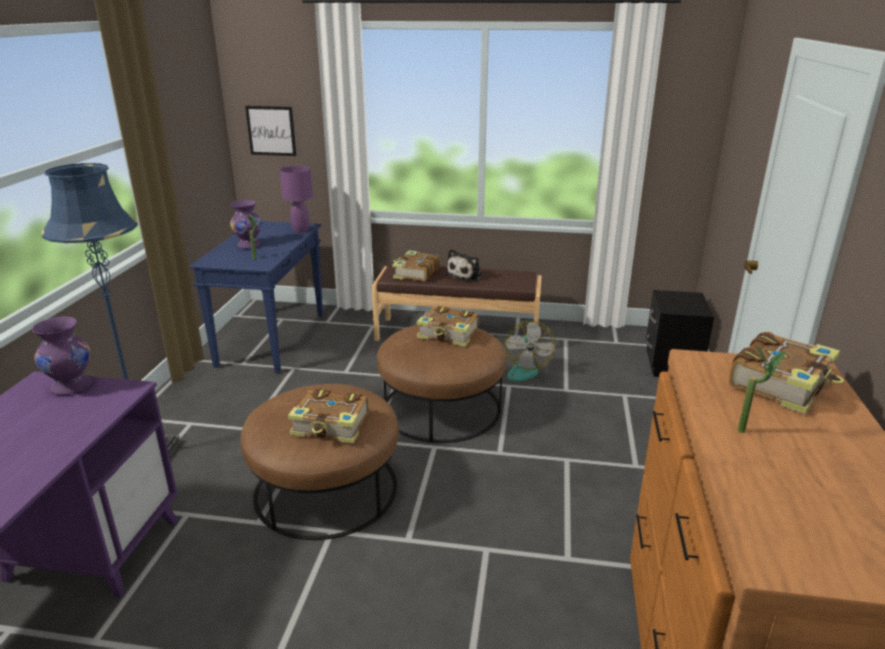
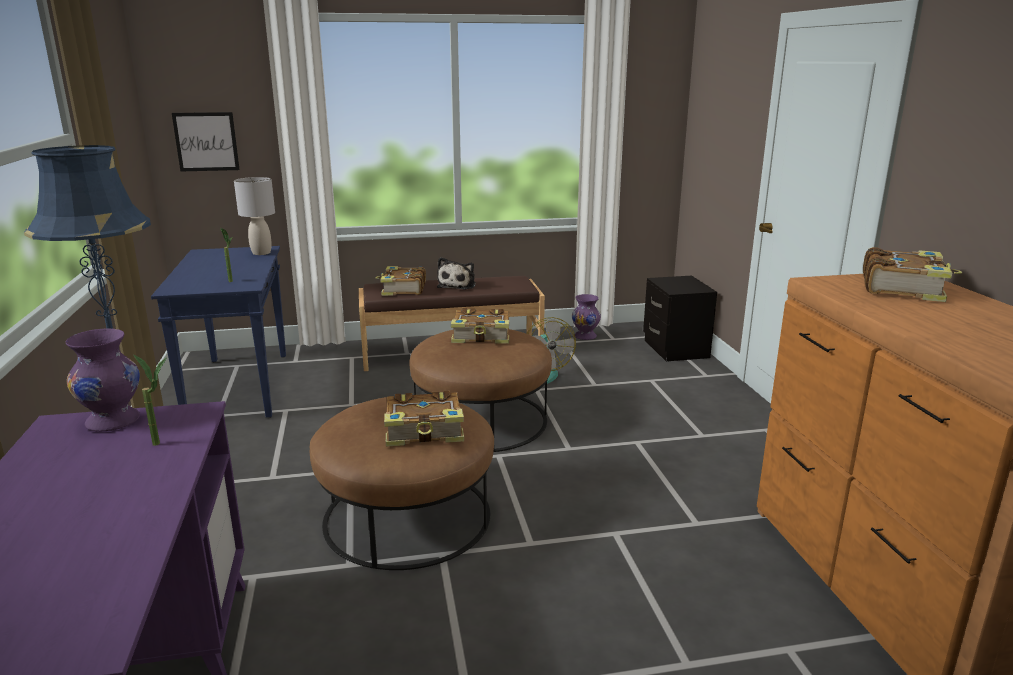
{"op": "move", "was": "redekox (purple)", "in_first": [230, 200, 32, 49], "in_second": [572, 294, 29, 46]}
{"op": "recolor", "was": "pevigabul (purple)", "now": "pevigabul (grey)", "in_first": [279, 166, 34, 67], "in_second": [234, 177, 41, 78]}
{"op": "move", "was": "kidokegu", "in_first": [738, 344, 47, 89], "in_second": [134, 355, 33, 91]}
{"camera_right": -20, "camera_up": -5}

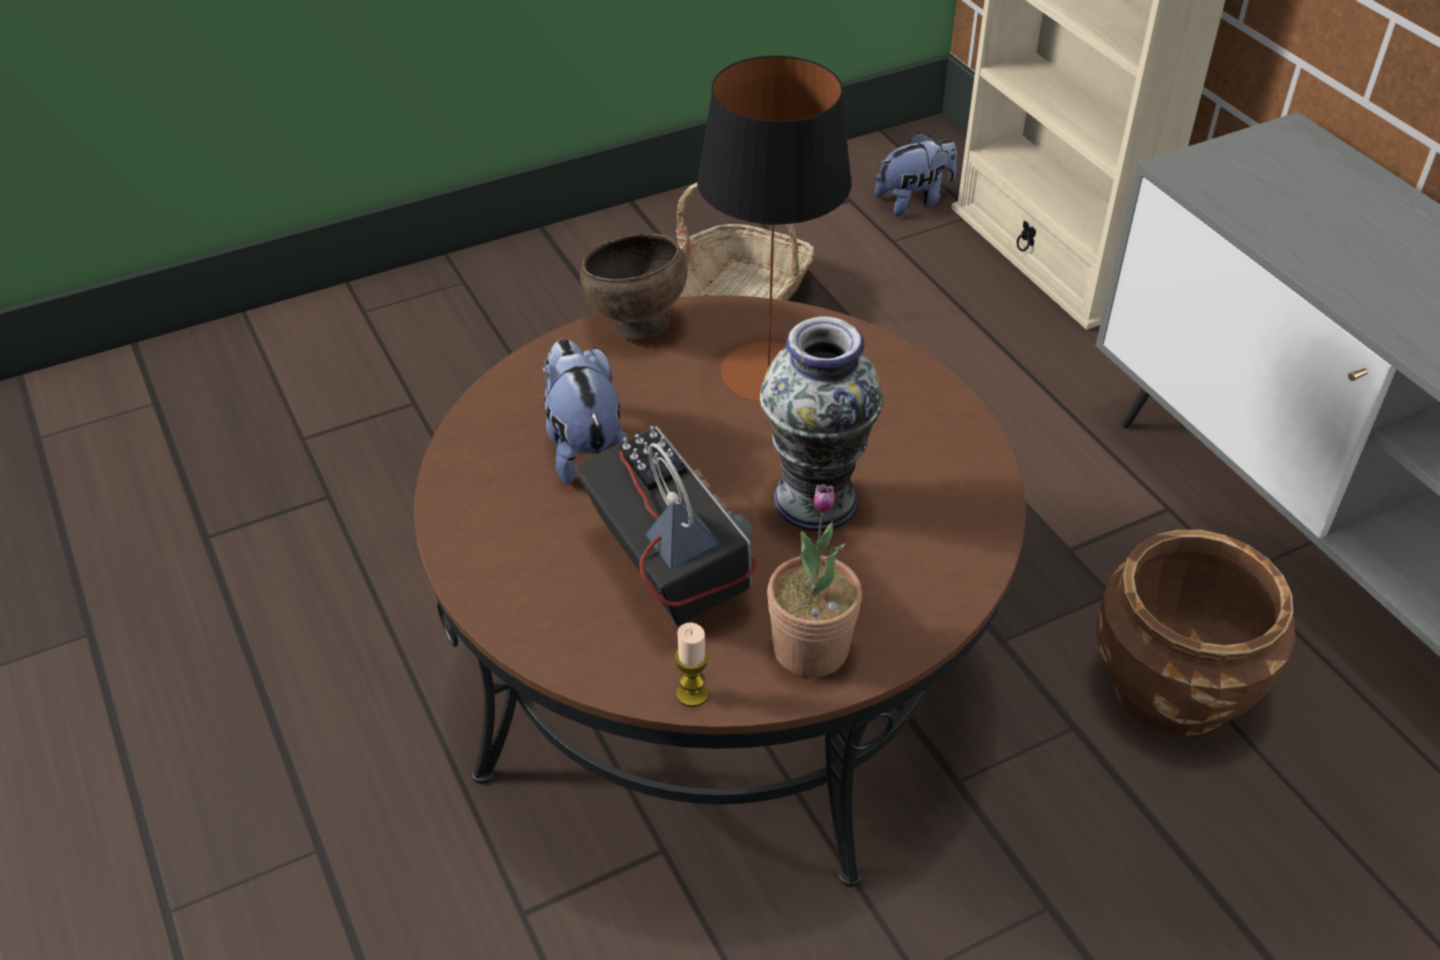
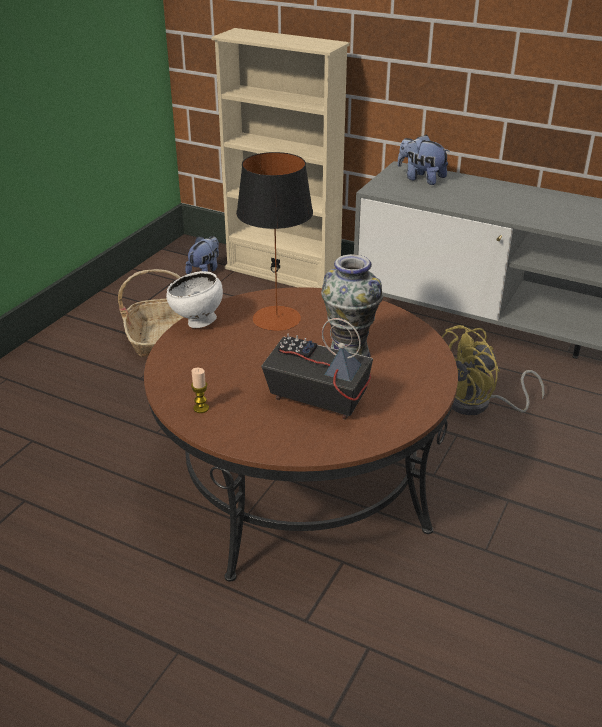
{"op": "move", "was": "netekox", "in_first": [543, 339, 85, 146], "in_second": [397, 135, 53, 50]}
{"op": "recolor", "was": "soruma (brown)", "now": "soruma (white)", "in_first": [580, 233, 108, 106], "in_second": [166, 271, 57, 57]}
{"op": "move", "was": "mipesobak", "in_first": [675, 623, 34, 84], "in_second": [191, 368, 18, 45]}
{"op": "delete", "was": "kidokegu", "in_first": [767, 484, 95, 193]}
{"op": "replace", "was": "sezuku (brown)", "now": "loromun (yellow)", "in_first": [1096, 530, 199, 206], "in_second": [442, 325, 102, 90]}
{"camera_right": -35, "camera_up": -10}

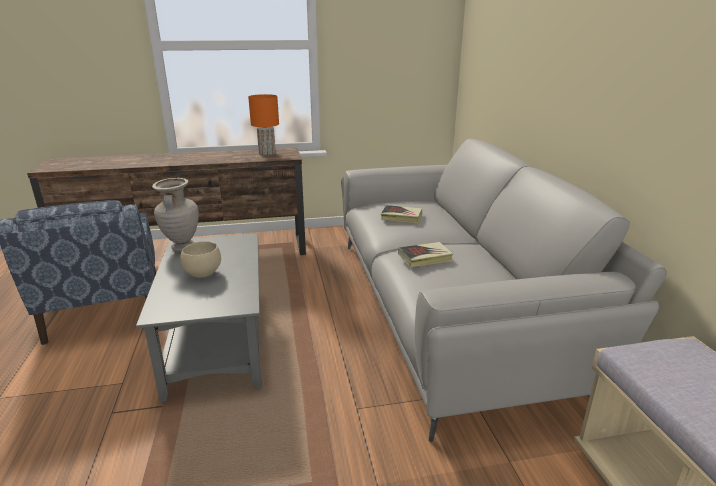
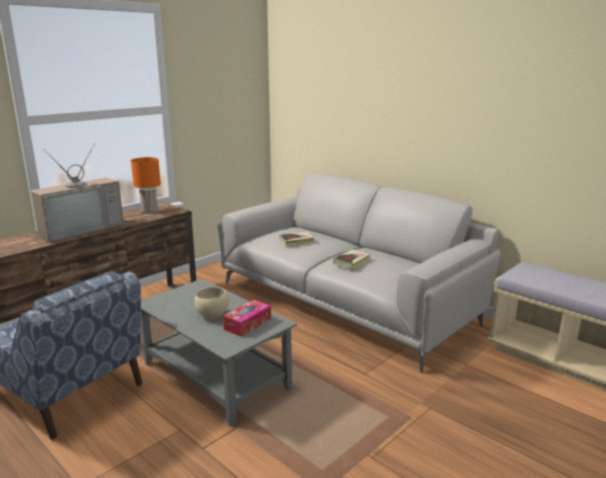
{"op": "delete", "was": "redekox (beige)", "in_first": [152, 178, 47, 74]}
{"op": "insert", "now": "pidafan", "in_second": [31, 143, 93, 99]}
{"op": "insert", "now": "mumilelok", "in_second": [223, 300, 48, 37]}
{"camera_right": -35, "camera_up": -5}

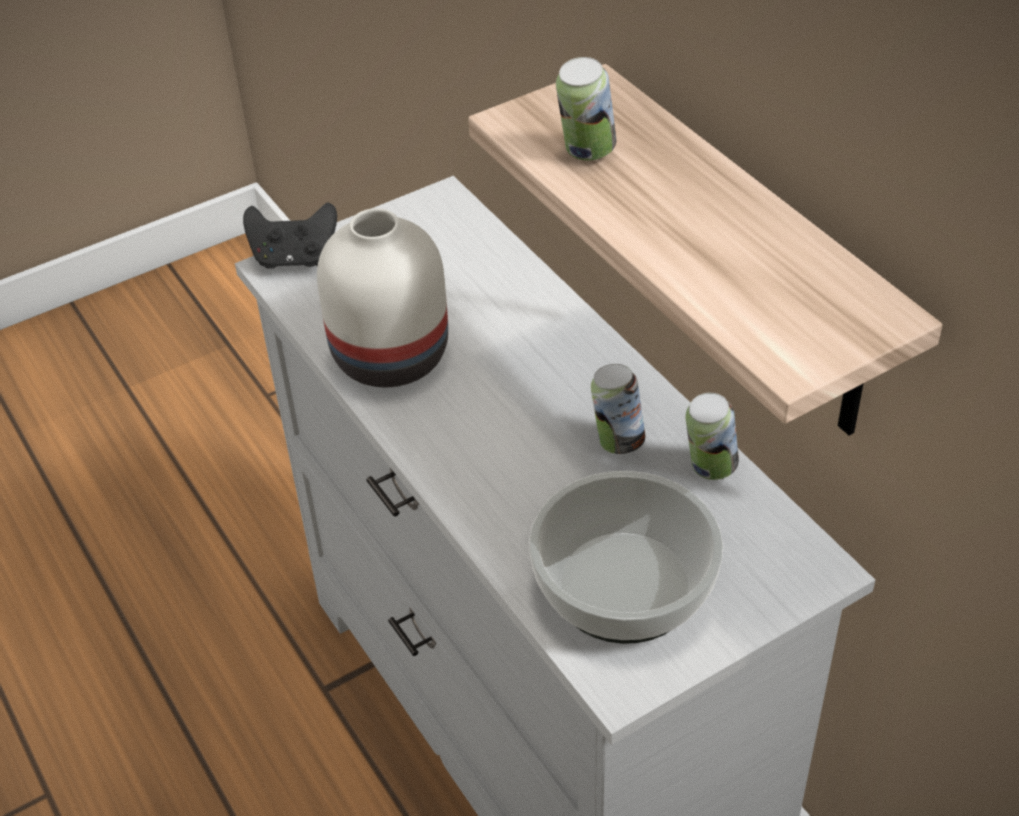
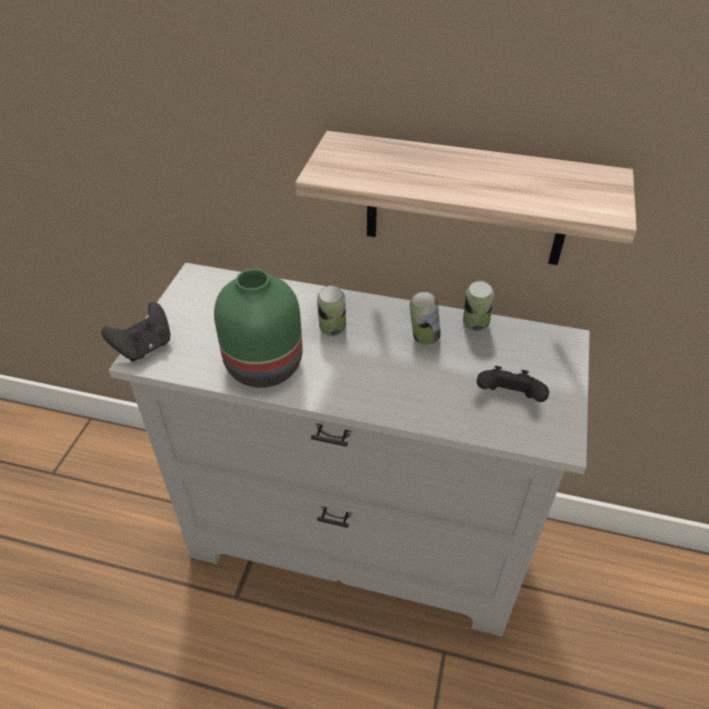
{"op": "recolor", "was": "redekox (white)", "now": "redekox (green)", "in_first": [317, 208, 131, 179], "in_second": [214, 269, 88, 119]}
{"op": "replace", "was": "soruma", "now": "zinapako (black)", "in_first": [529, 471, 194, 173], "in_second": [477, 366, 72, 36]}
{"op": "move", "was": "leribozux", "in_first": [556, 57, 60, 104], "in_second": [317, 285, 29, 51]}
{"camera_right": -45, "camera_up": 0}

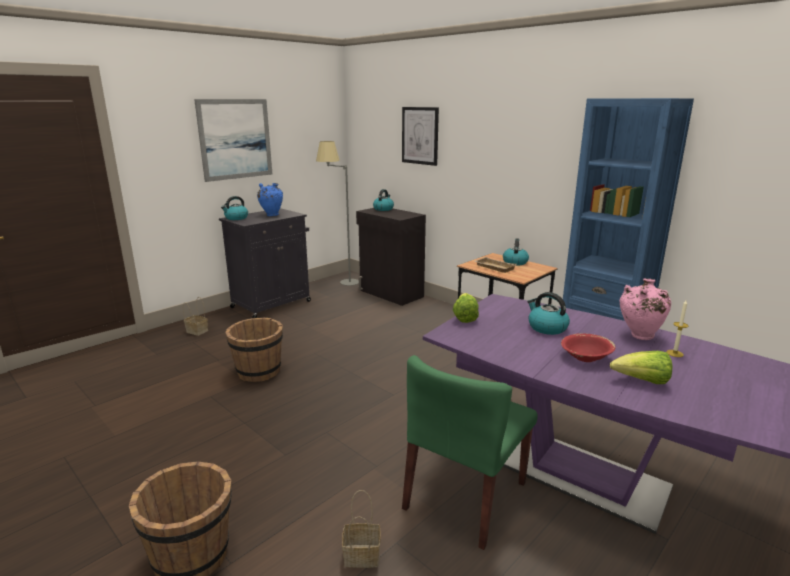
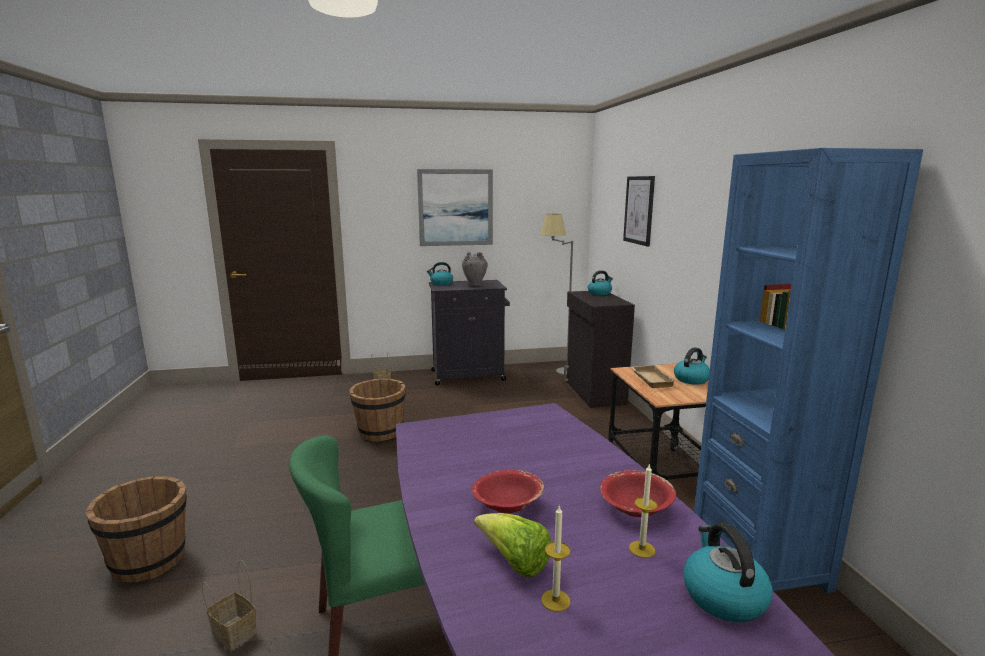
{"op": "recolor", "was": "redekox (blue)", "now": "redekox (grey)", "in_first": [257, 183, 26, 33], "in_second": [462, 252, 26, 33]}
{"op": "delete", "was": "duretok", "in_first": [453, 293, 26, 30]}
{"op": "move", "was": "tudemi", "in_first": [527, 292, 43, 43], "in_second": [683, 523, 90, 99]}
{"op": "replace", "was": "redekox (pink)", "now": "soruma (red)", "in_first": [620, 278, 52, 62], "in_second": [600, 470, 76, 47]}
{"op": "insert", "now": "mipesobak", "in_second": [541, 506, 29, 106]}
{"camera_right": 35, "camera_up": -5}

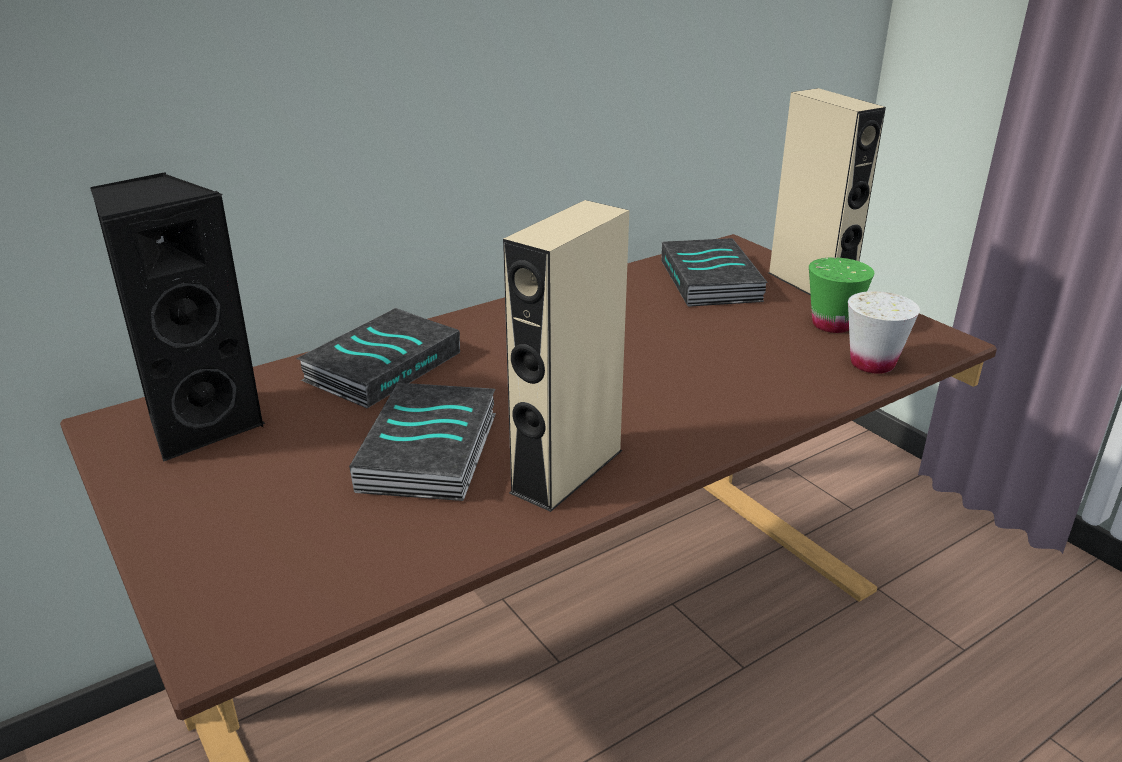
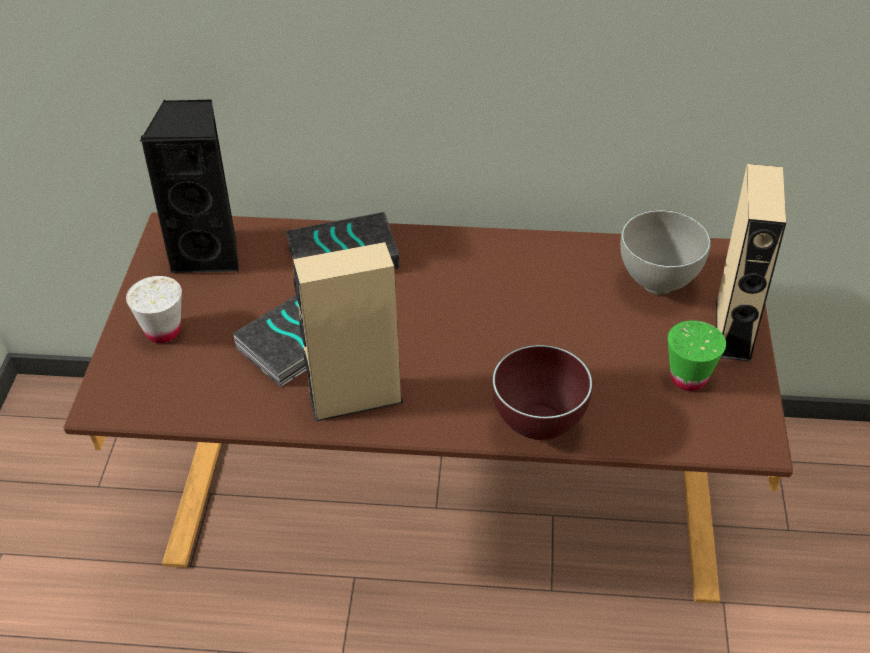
{"op": "replace", "was": "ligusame", "now": "soruma (grey)", "in_first": [661, 238, 106, 69], "in_second": [620, 210, 91, 85]}
{"op": "move", "was": "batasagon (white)", "in_first": [848, 291, 72, 83], "in_second": [126, 276, 56, 67]}
{"op": "insert", "now": "soruma (brown)", "in_second": [492, 345, 101, 95]}
{"camera_right": 40, "camera_up": 15}

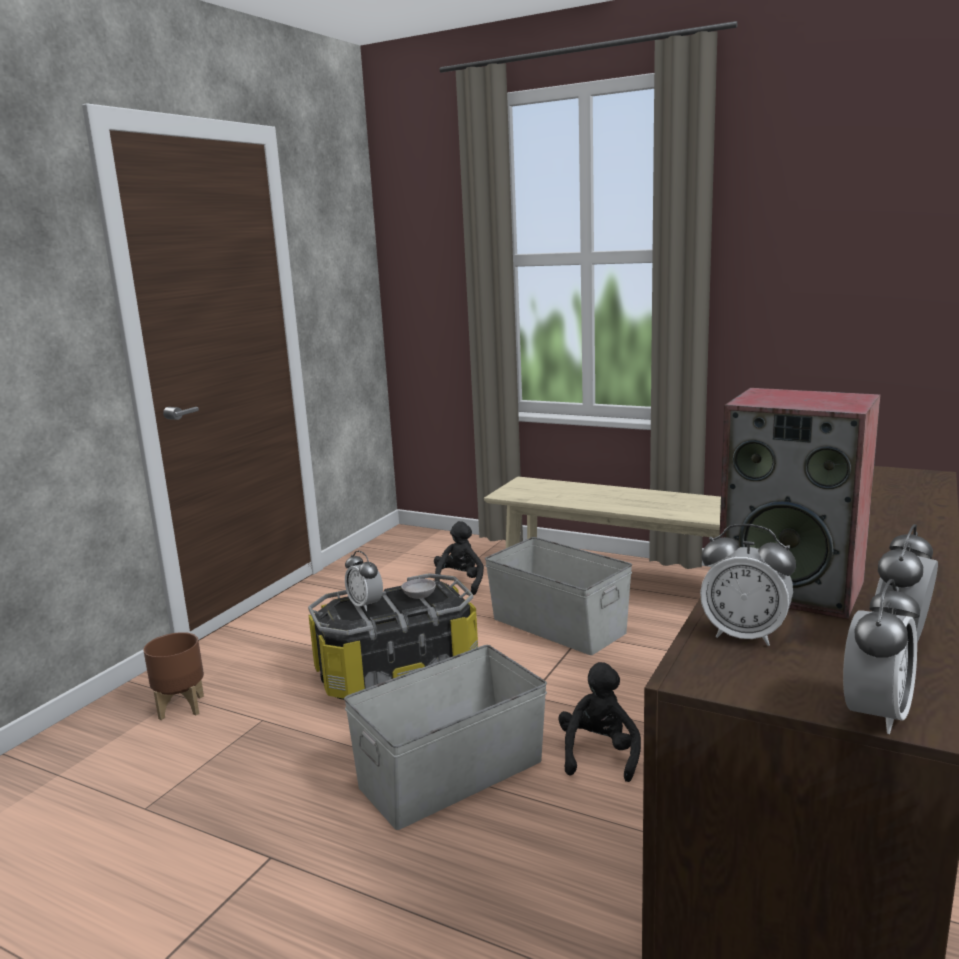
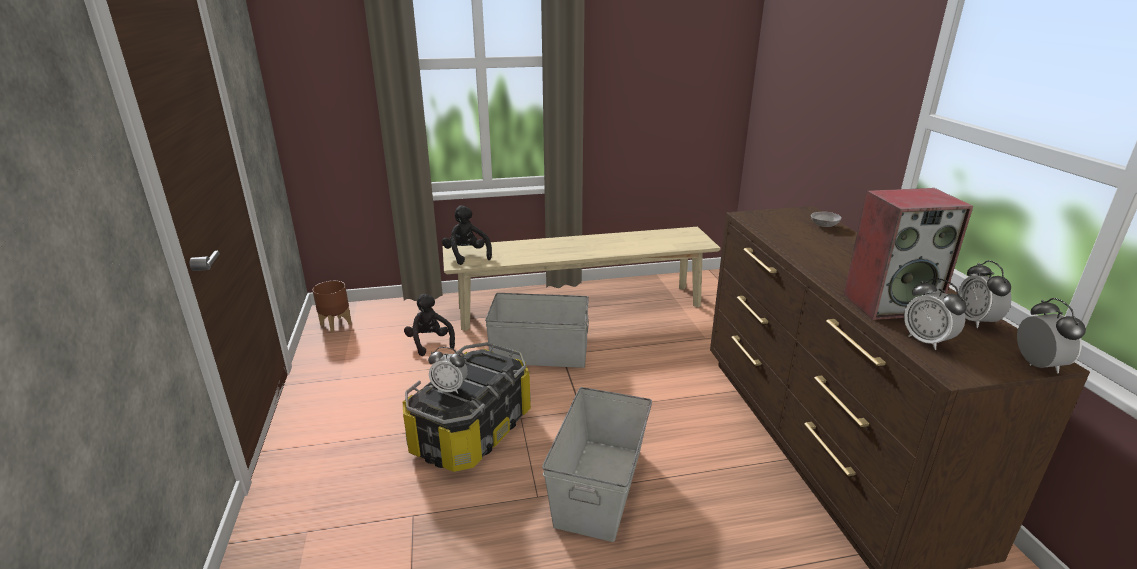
{"op": "move", "was": "sezuku (brown)", "in_first": [143, 632, 61, 88], "in_second": [312, 281, 40, 51]}
{"op": "move", "was": "soruma (grey)", "in_first": [401, 579, 35, 20], "in_second": [811, 211, 31, 16]}
{"op": "move", "was": "netekox (black)", "in_first": [558, 662, 83, 120], "in_second": [442, 206, 50, 59]}
{"op": "rotate", "was": "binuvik", "in_first": [700, 524, 96, 122], "in_second": [904, 278, 63, 72], "clockwise": 75}
{"camera_right": -40, "camera_up": 10}

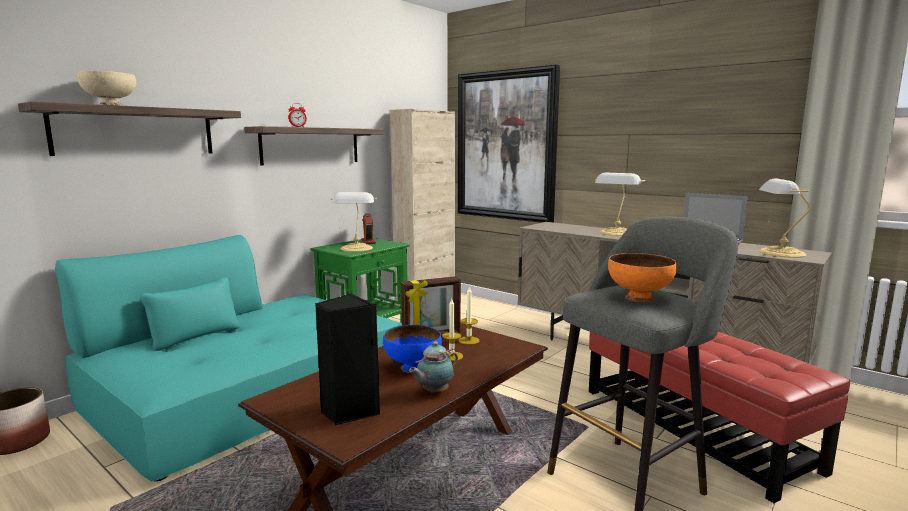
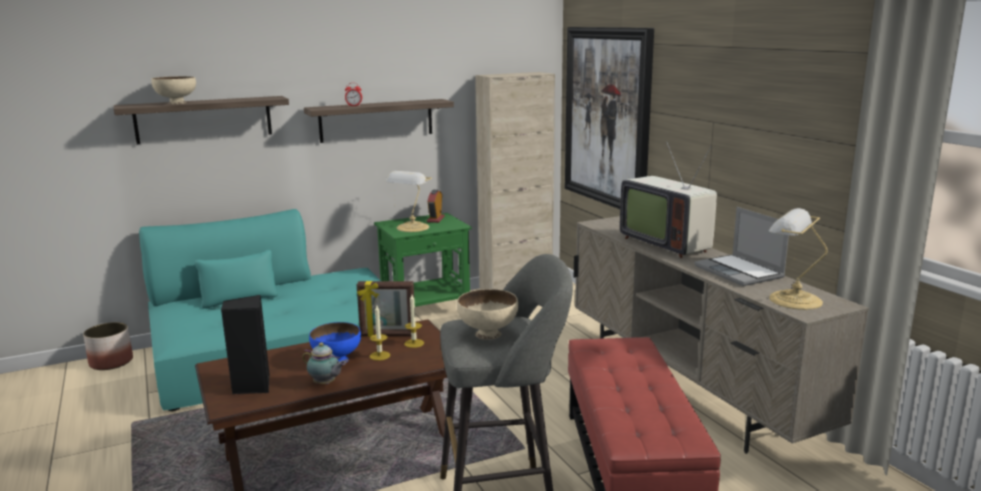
{"op": "rotate", "was": "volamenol", "in_first": [409, 341, 49, 52], "in_second": [302, 342, 44, 42], "clockwise": -135}
{"op": "replace", "was": "pevigabul", "now": "pidafan", "in_first": [595, 172, 50, 64], "in_second": [620, 141, 97, 117]}
{"op": "recolor", "was": "soruma (orange)", "now": "soruma (beige)", "in_first": [608, 253, 69, 49], "in_second": [457, 289, 61, 51]}
{"camera_right": 25, "camera_up": 5}

